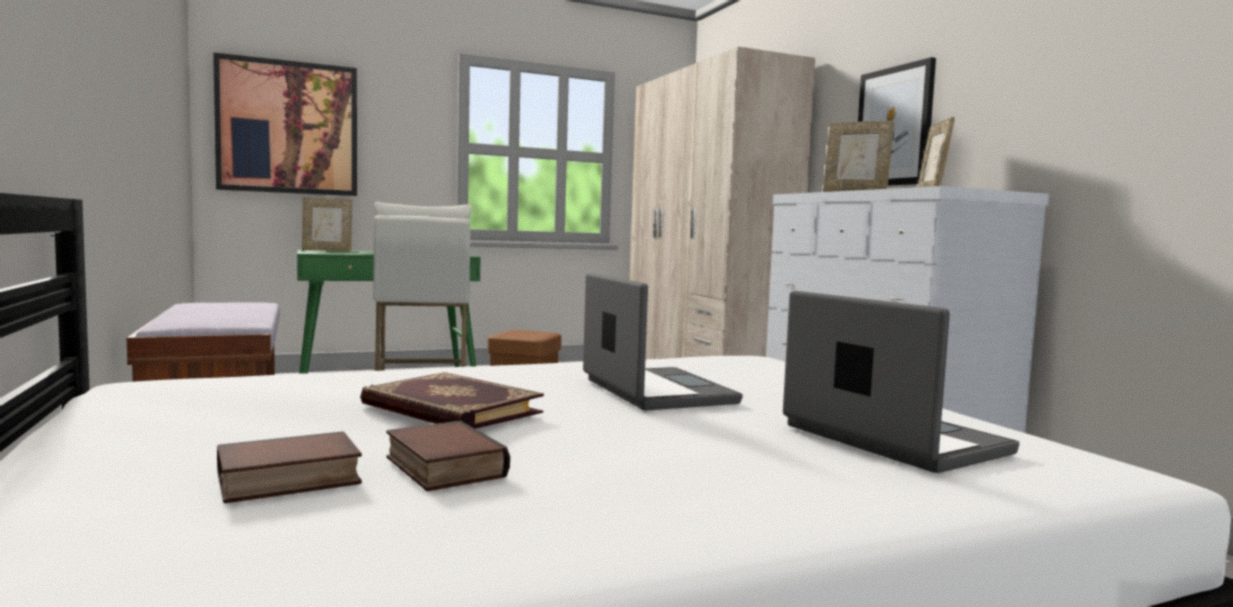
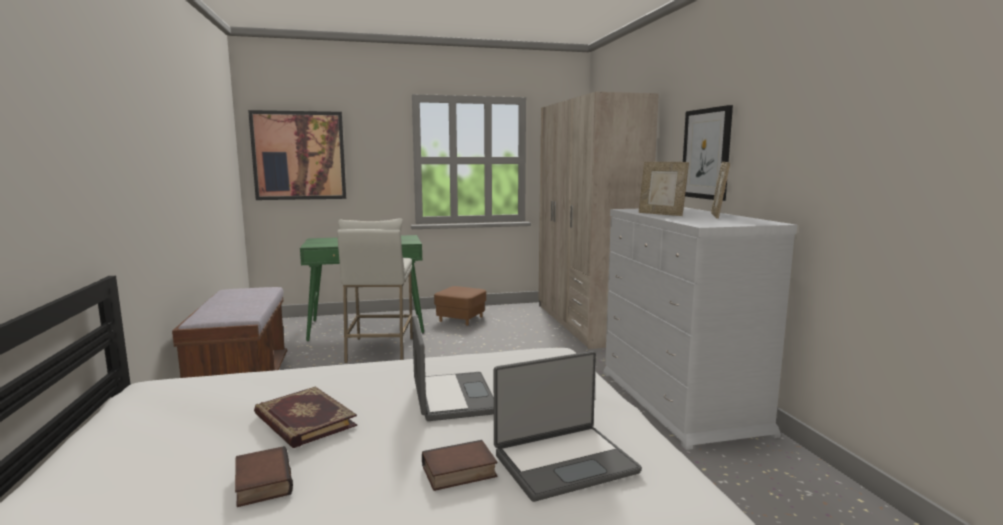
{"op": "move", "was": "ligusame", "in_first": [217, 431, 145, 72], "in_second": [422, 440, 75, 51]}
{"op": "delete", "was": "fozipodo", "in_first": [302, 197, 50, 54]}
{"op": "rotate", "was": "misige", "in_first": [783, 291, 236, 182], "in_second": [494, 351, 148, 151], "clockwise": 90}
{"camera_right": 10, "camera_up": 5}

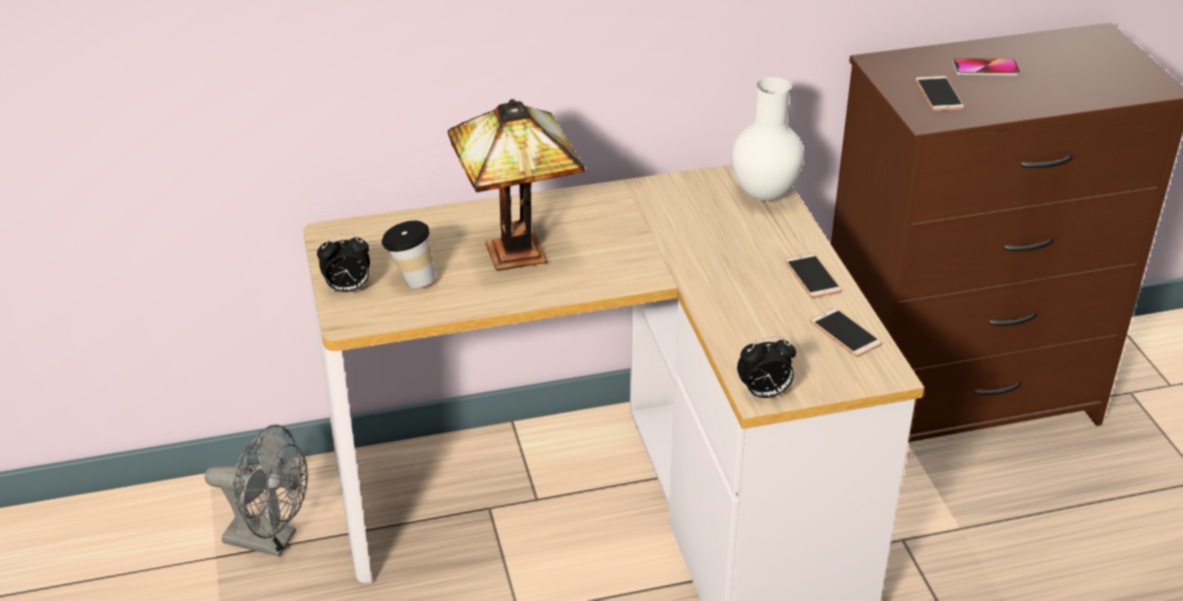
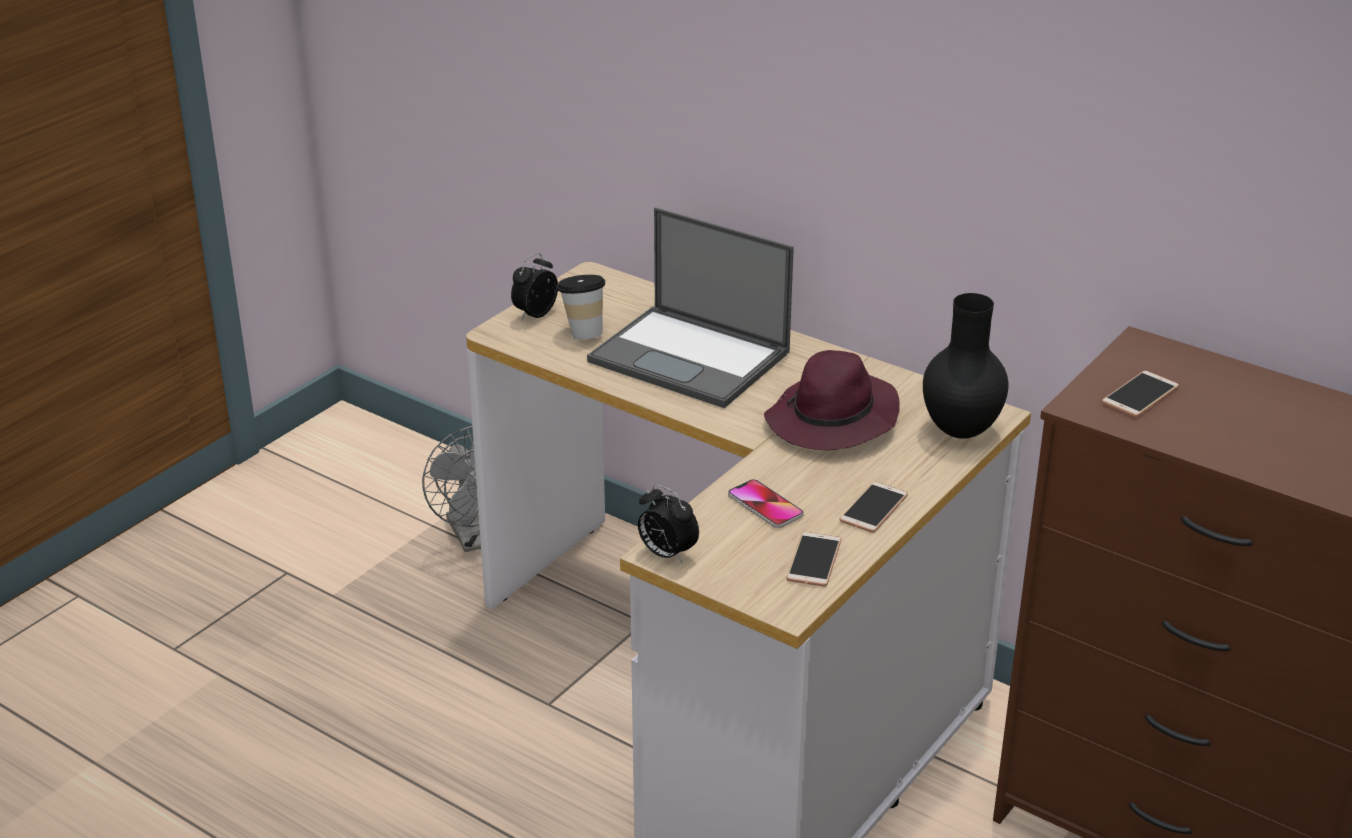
{"op": "rotate", "was": "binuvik", "in_first": [317, 233, 53, 60], "in_second": [511, 253, 47, 67], "clockwise": 90}
{"op": "replace", "was": "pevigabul", "now": "misige", "in_first": [448, 99, 137, 172], "in_second": [587, 207, 207, 201]}
{"op": "recolor", "was": "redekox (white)", "now": "redekox (black)", "in_first": [731, 77, 73, 124], "in_second": [923, 293, 85, 146]}
{"op": "move", "was": "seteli", "in_first": [952, 58, 68, 18], "in_second": [728, 479, 76, 49]}
{"op": "insert", "now": "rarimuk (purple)", "in_second": [764, 350, 136, 100]}
{"camera_right": 50, "camera_up": -5}

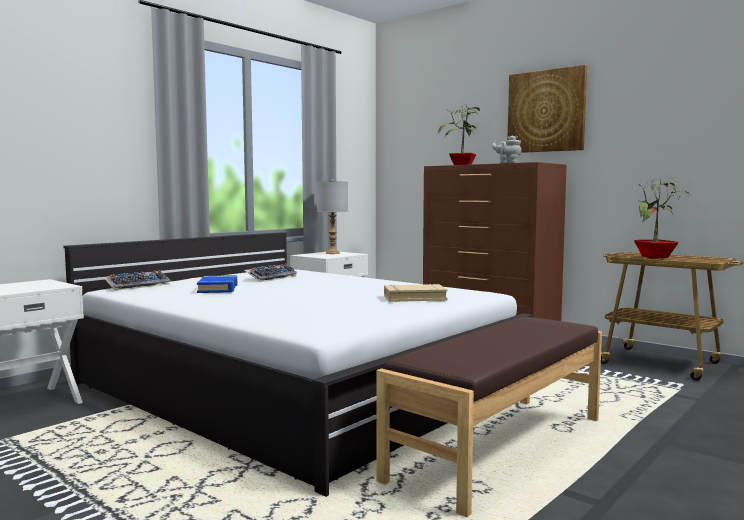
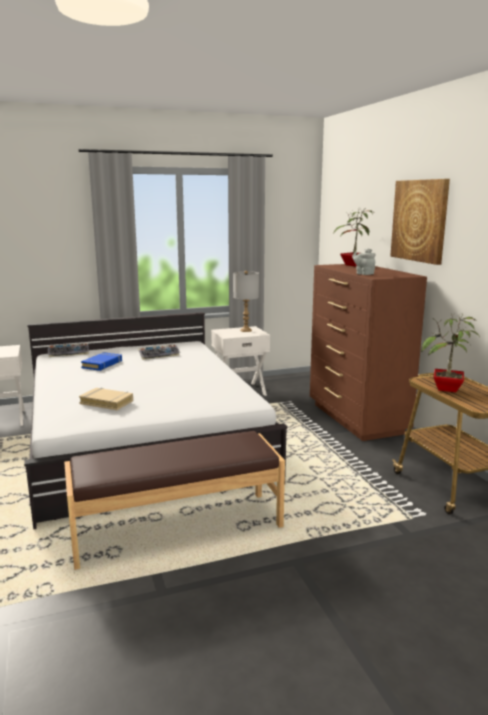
{"op": "move", "was": "ligusame (beige)", "in_first": [384, 284, 64, 18], "in_second": [79, 388, 54, 22]}
{"camera_right": 30, "camera_up": 10}

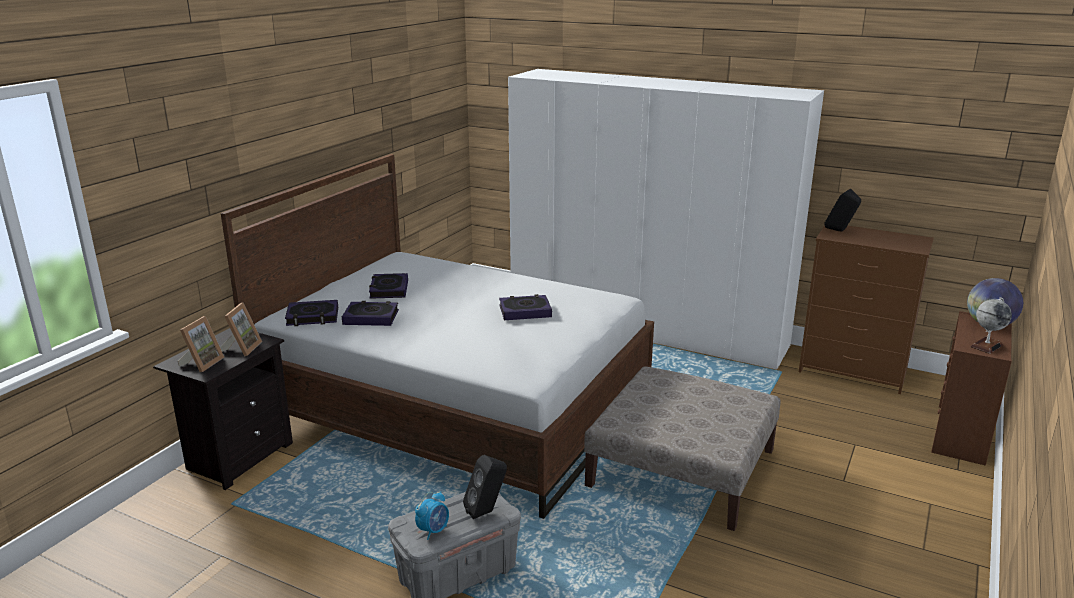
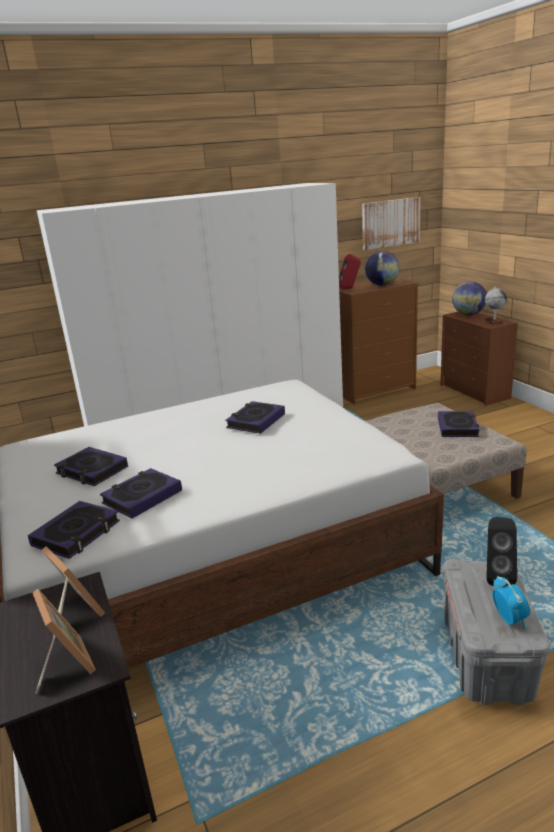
{"op": "recolor", "was": "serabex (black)", "now": "serabex (red)", "in_first": [825, 189, 36, 42], "in_second": [339, 254, 22, 35]}
{"op": "insert", "now": "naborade", "in_second": [362, 197, 59, 53]}
{"op": "insert", "now": "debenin", "in_second": [365, 251, 34, 35]}
{"op": "insert", "now": "ligusame", "in_second": [438, 411, 41, 26]}
{"camera_right": -50, "camera_up": 0}

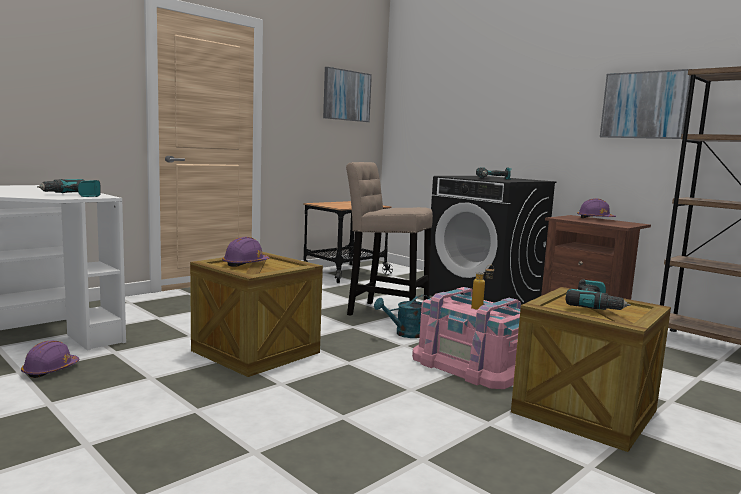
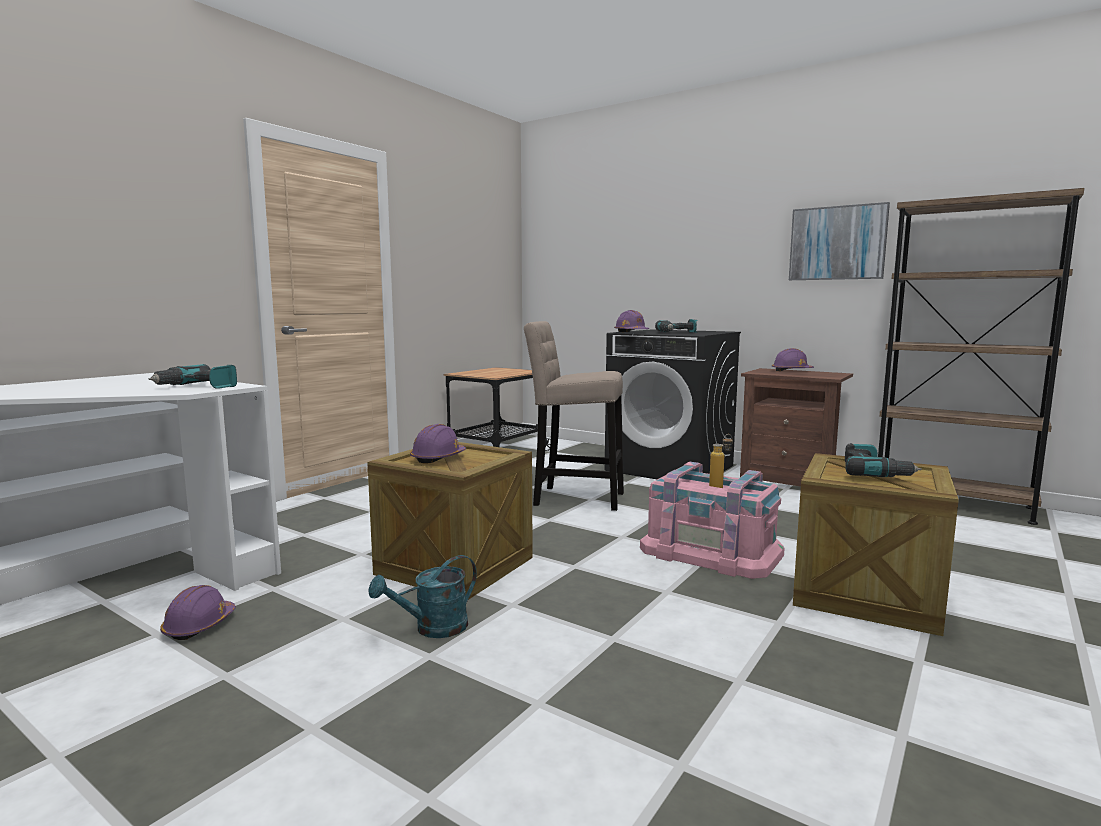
{"op": "delete", "was": "naborade", "in_first": [323, 67, 49, 55]}
{"op": "move", "was": "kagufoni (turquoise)", "in_first": [374, 295, 56, 43], "in_second": [368, 555, 109, 83]}
{"op": "insert", "now": "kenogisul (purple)", "in_second": [614, 310, 35, 22]}
{"camera_right": -10, "camera_up": 0}

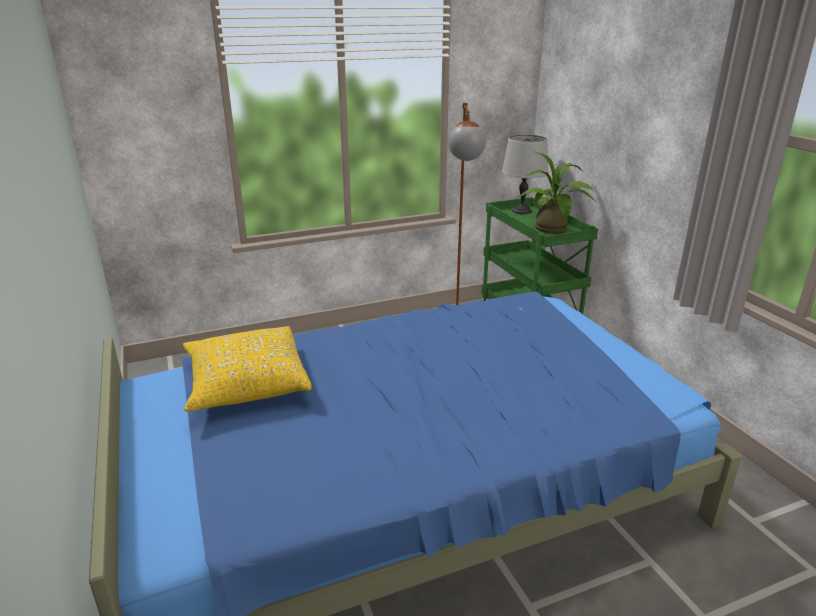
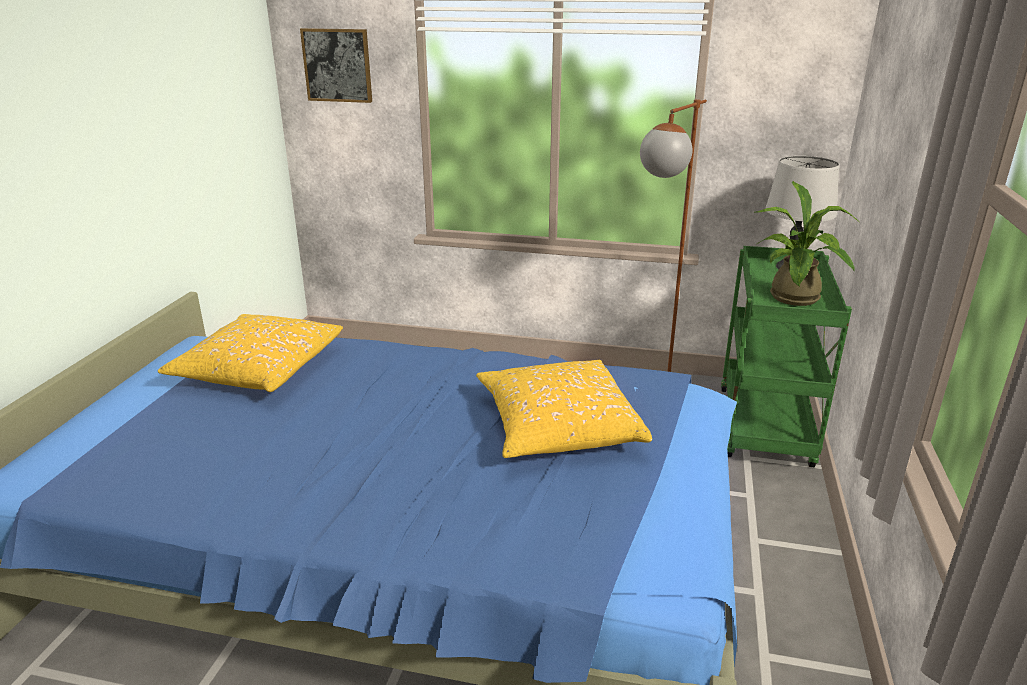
{"op": "insert", "now": "naborade", "in_second": [300, 28, 72, 75]}
{"op": "insert", "now": "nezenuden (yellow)", "in_second": [476, 360, 176, 98]}
{"camera_right": 35, "camera_up": 0}

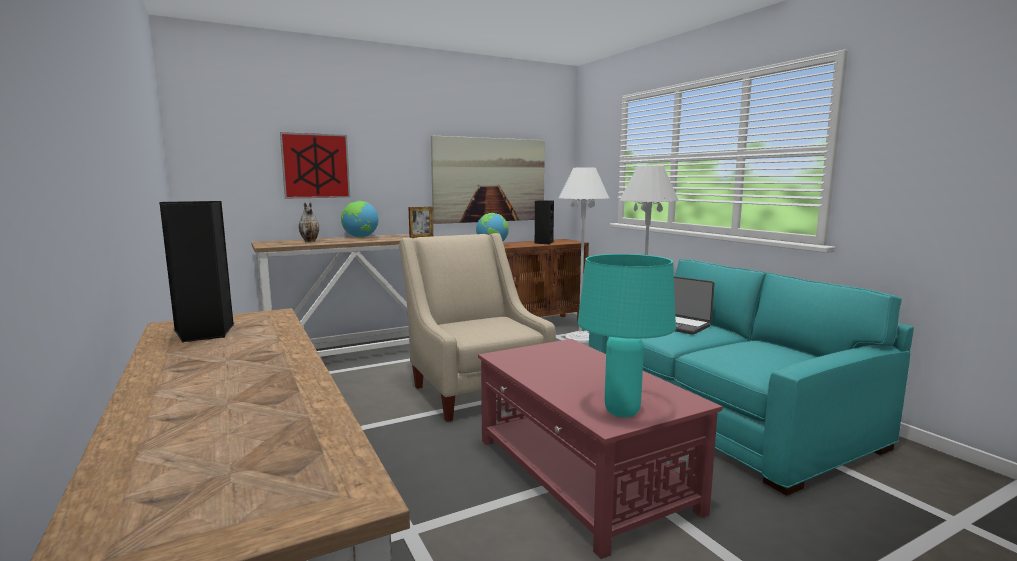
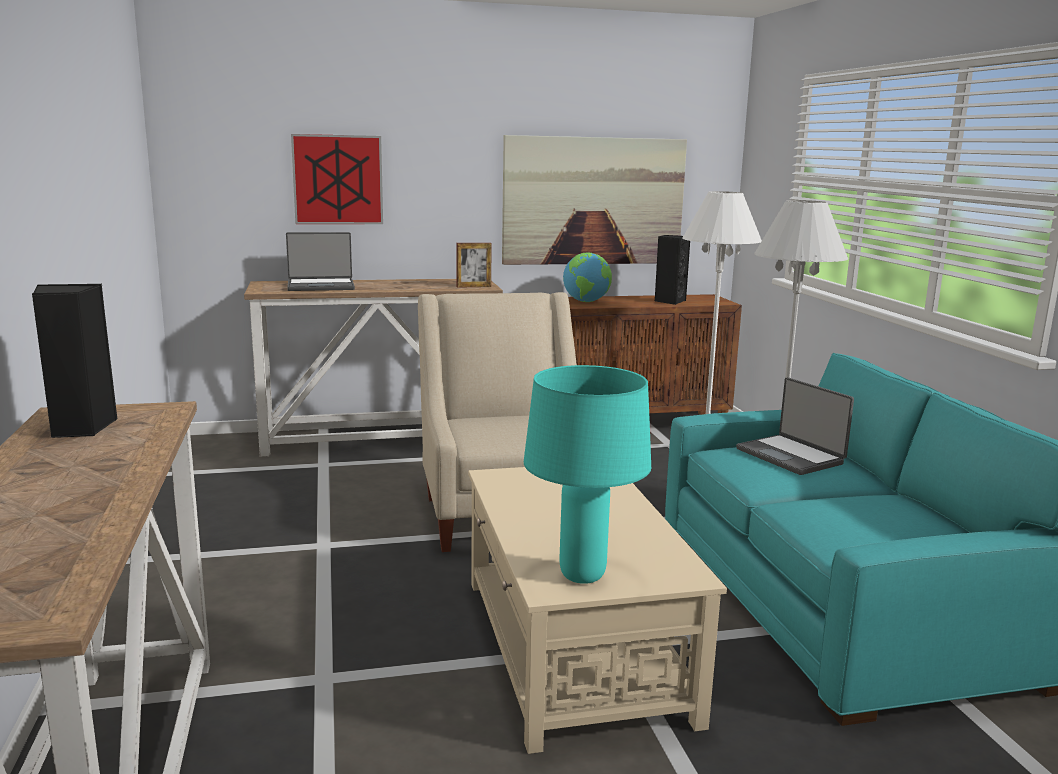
{"op": "replace", "was": "redekox", "now": "misige", "in_first": [299, 203, 20, 40], "in_second": [286, 232, 69, 59]}
{"op": "delete", "was": "debenin", "in_first": [341, 201, 38, 37]}
{"op": "recolor", "was": "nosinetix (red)", "now": "nosinetix (beige)", "in_first": [478, 339, 244, 220], "in_second": [468, 467, 259, 287]}
{"camera_right": 15, "camera_up": 5}

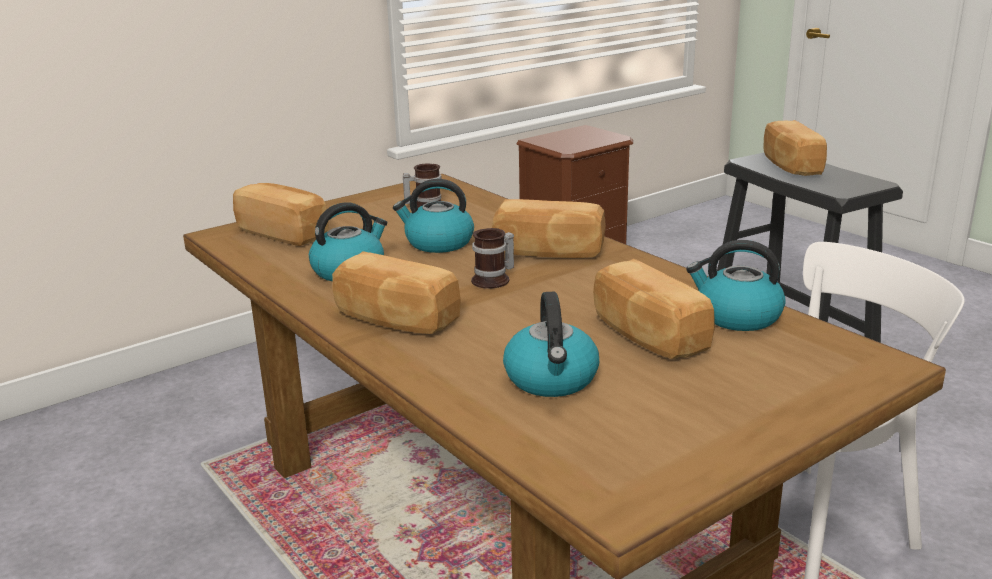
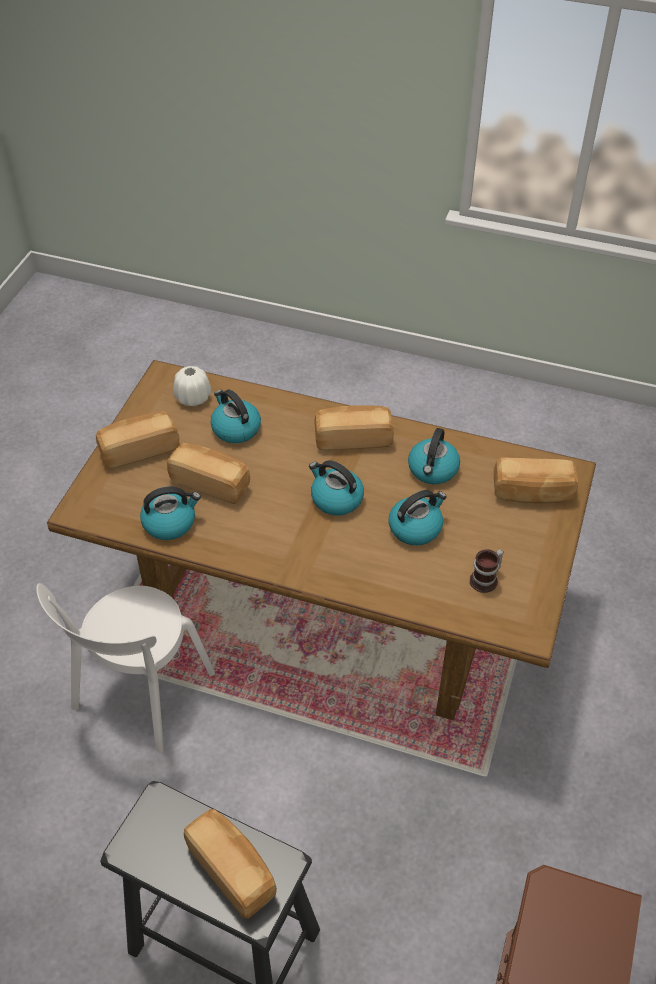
{"op": "replace", "was": "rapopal", "now": "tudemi", "in_first": [471, 228, 43, 61], "in_second": [309, 460, 55, 55]}
{"op": "move", "was": "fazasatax", "in_first": [492, 199, 114, 59], "in_second": [96, 411, 83, 58]}
{"op": "insert", "now": "redekox (white)", "in_second": [173, 366, 38, 40]}
{"camera_right": 145, "camera_up": 25}

